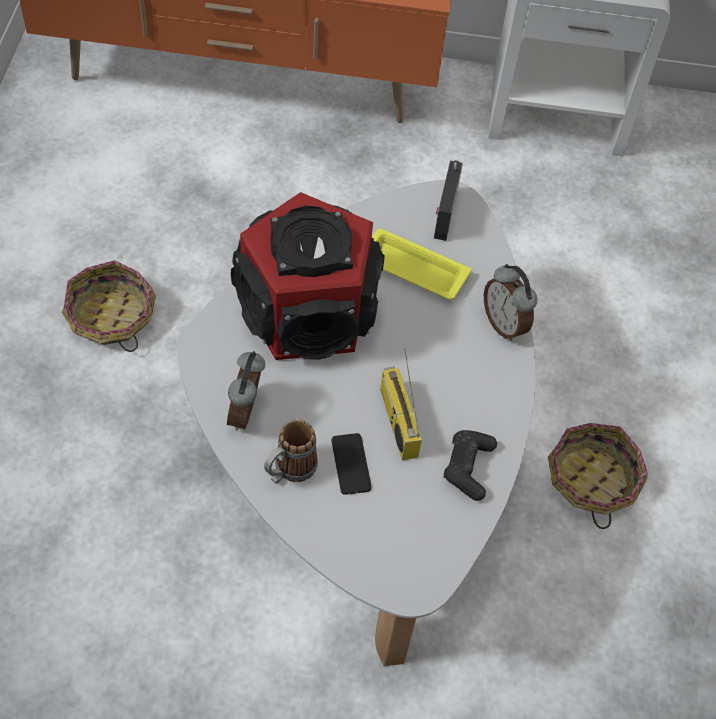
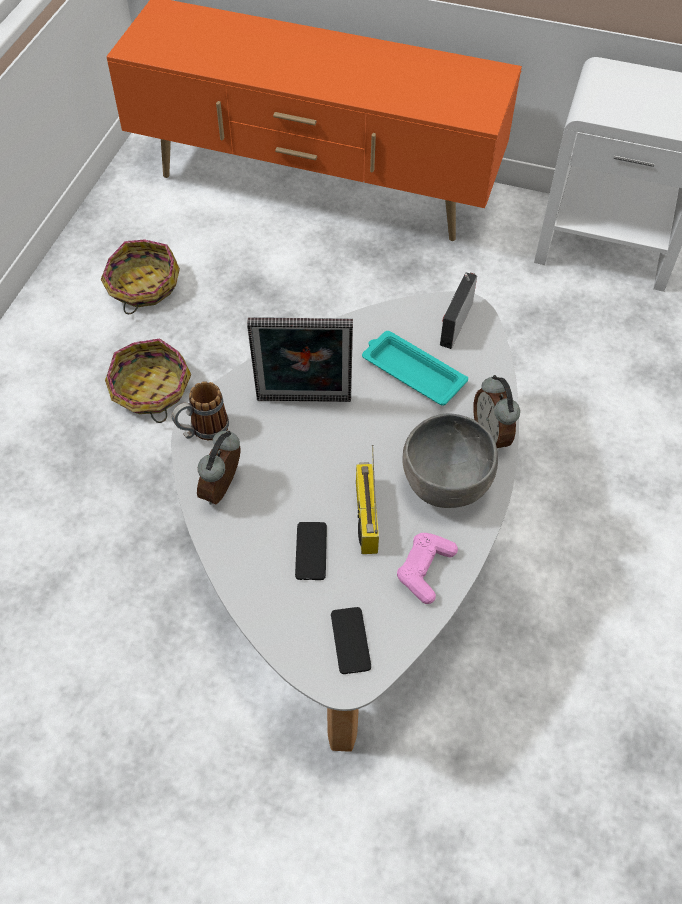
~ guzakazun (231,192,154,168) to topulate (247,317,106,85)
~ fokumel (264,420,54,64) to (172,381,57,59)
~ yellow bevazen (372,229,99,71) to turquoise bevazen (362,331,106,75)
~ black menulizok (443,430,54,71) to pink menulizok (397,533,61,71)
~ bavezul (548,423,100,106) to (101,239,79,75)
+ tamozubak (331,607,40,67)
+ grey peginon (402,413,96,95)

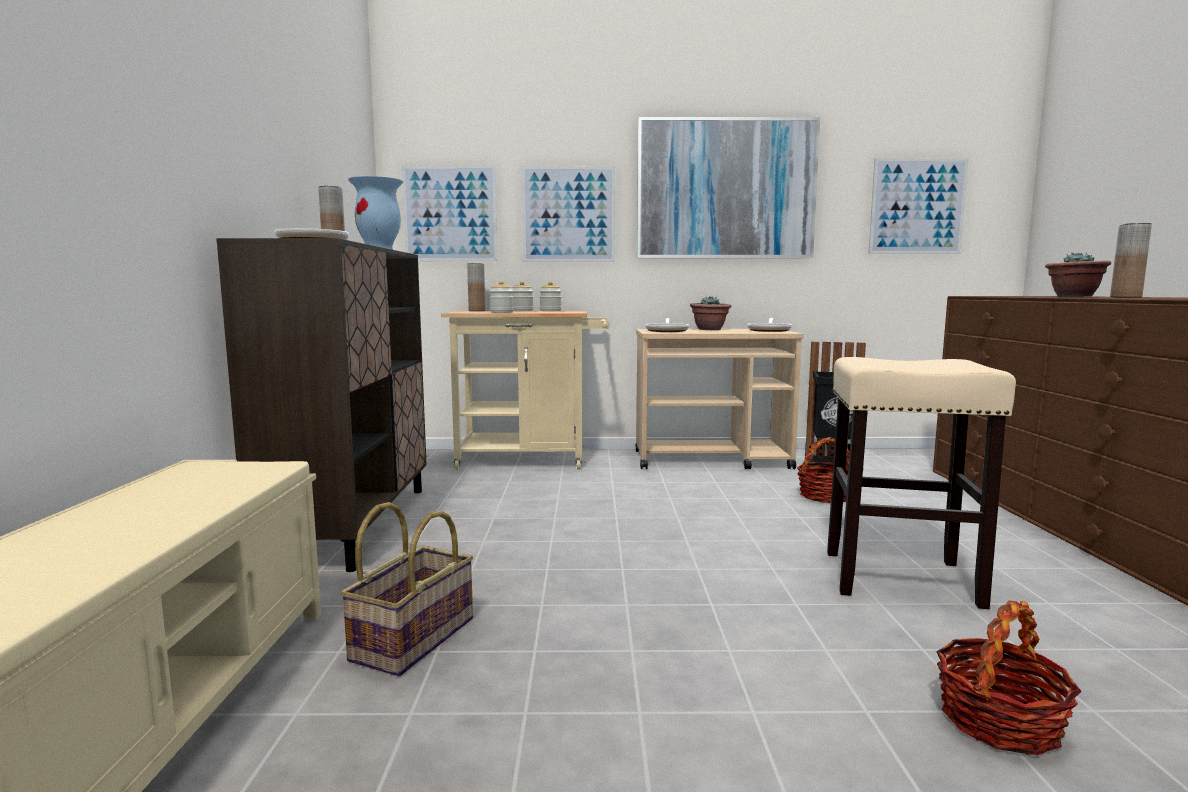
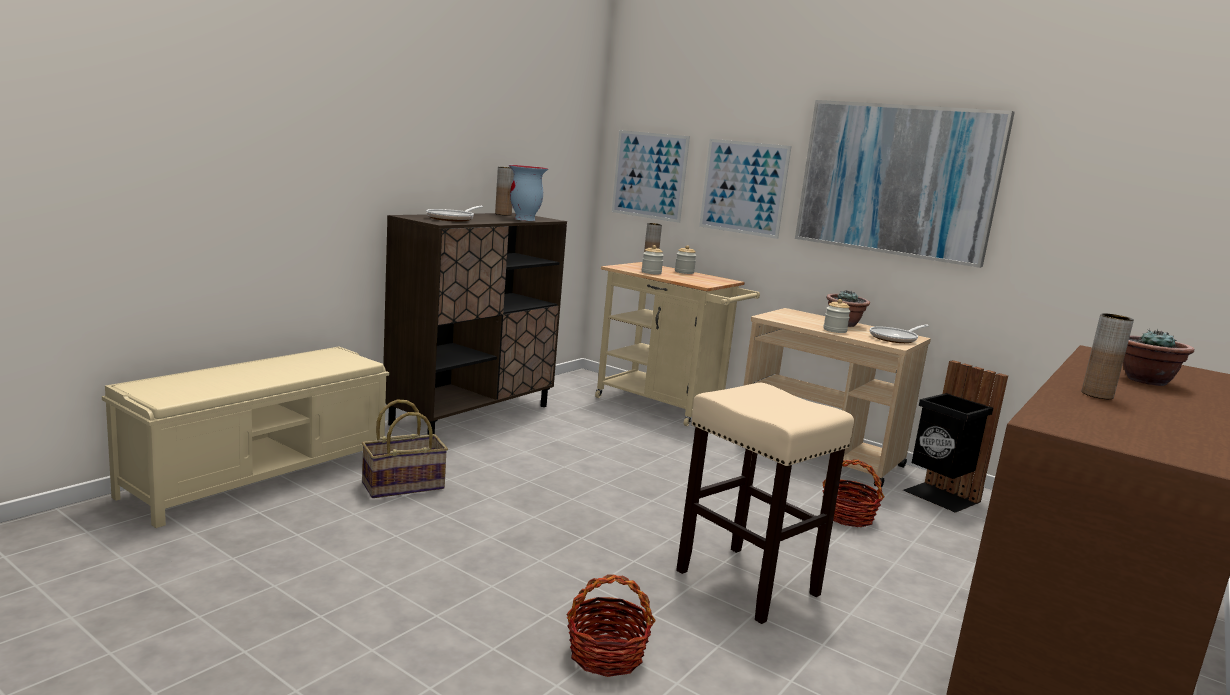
~ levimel (540,281,22,30) to (823,299,28,34)
- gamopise (645,318,44,14)
- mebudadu (868,158,101,96)

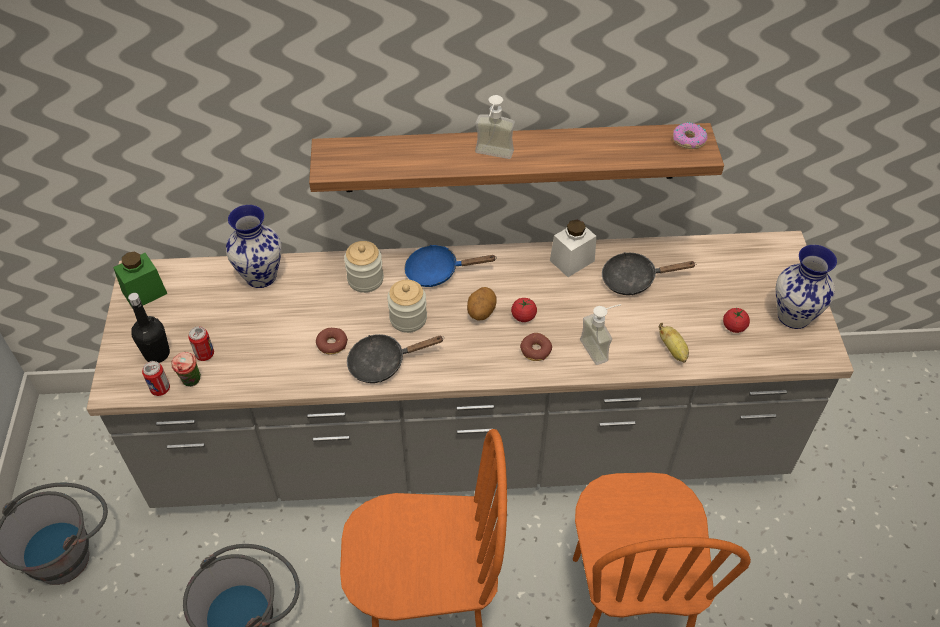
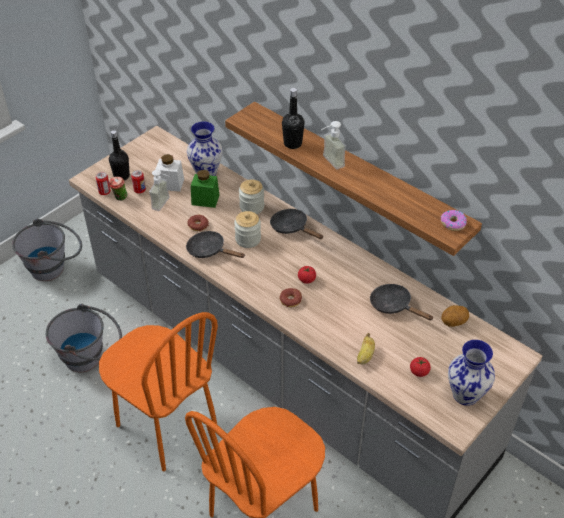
~ green levimel (113,252,54,57) to (191,170,28,38)
~ blue gamopise (404,245,91,42) to black gamopise (270,209,54,30)
~ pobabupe (467,287,30,34) to (441,305,28,22)
~ white levimel (550,220,47,57) to (155,154,29,38)
~ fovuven (580,304,41,61) to (149,170,21,41)
+ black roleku (282,88,23,61)

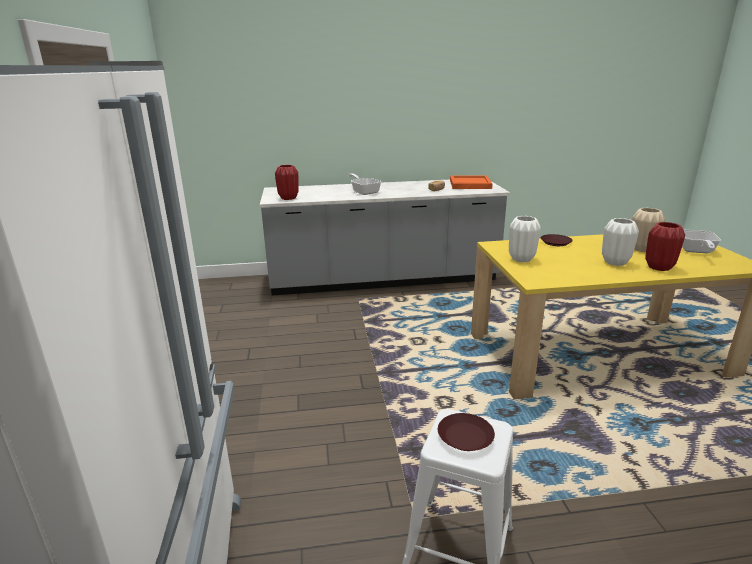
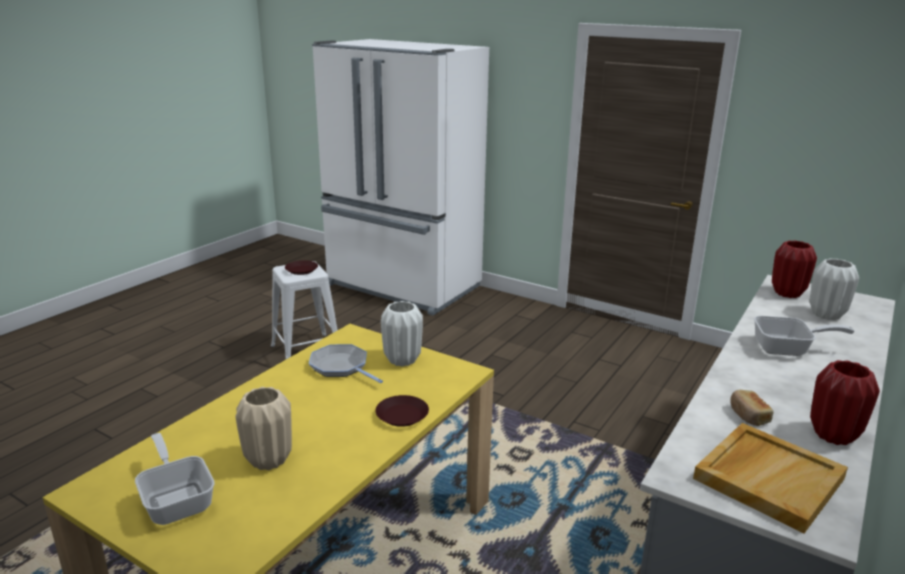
~ orange bevazen (450,176,43,13) to beige bevazen (693,423,155,110)
~ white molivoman (602,218,37,48) to (809,258,50,62)
~ red molivoman (645,222,40,49) to (810,360,70,85)
+ gamopise (309,344,74,39)

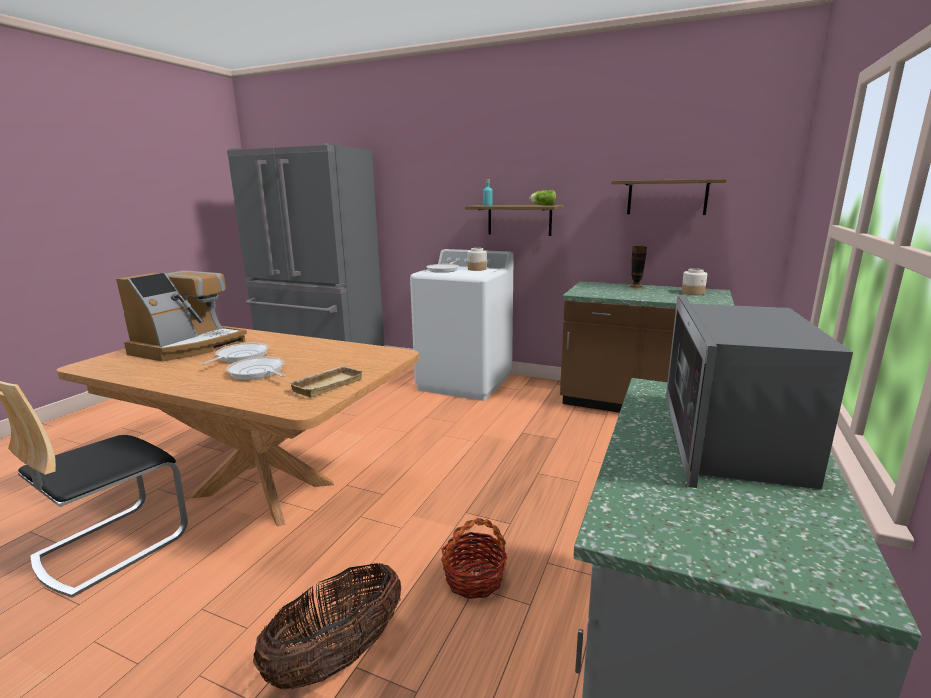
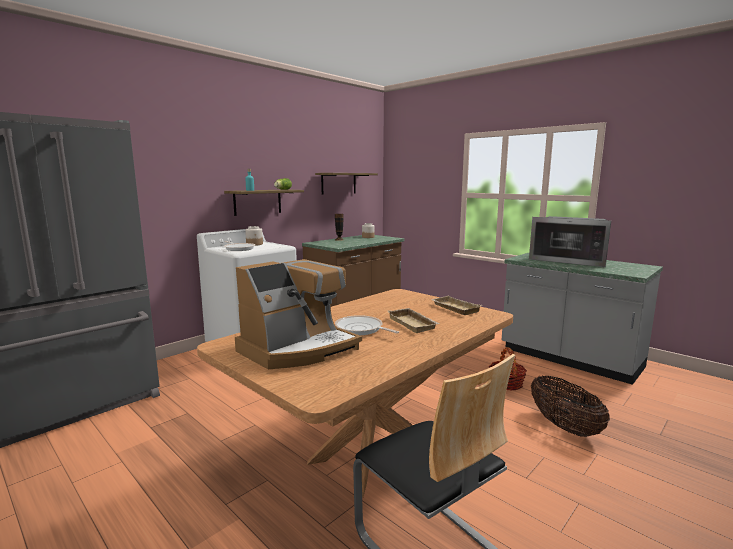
~ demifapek (116,270,131,91) = (235,259,127,110) 90 degrees clockwise
~ gamopise (226,357,60,23) to beige bevazen (388,308,51,25)

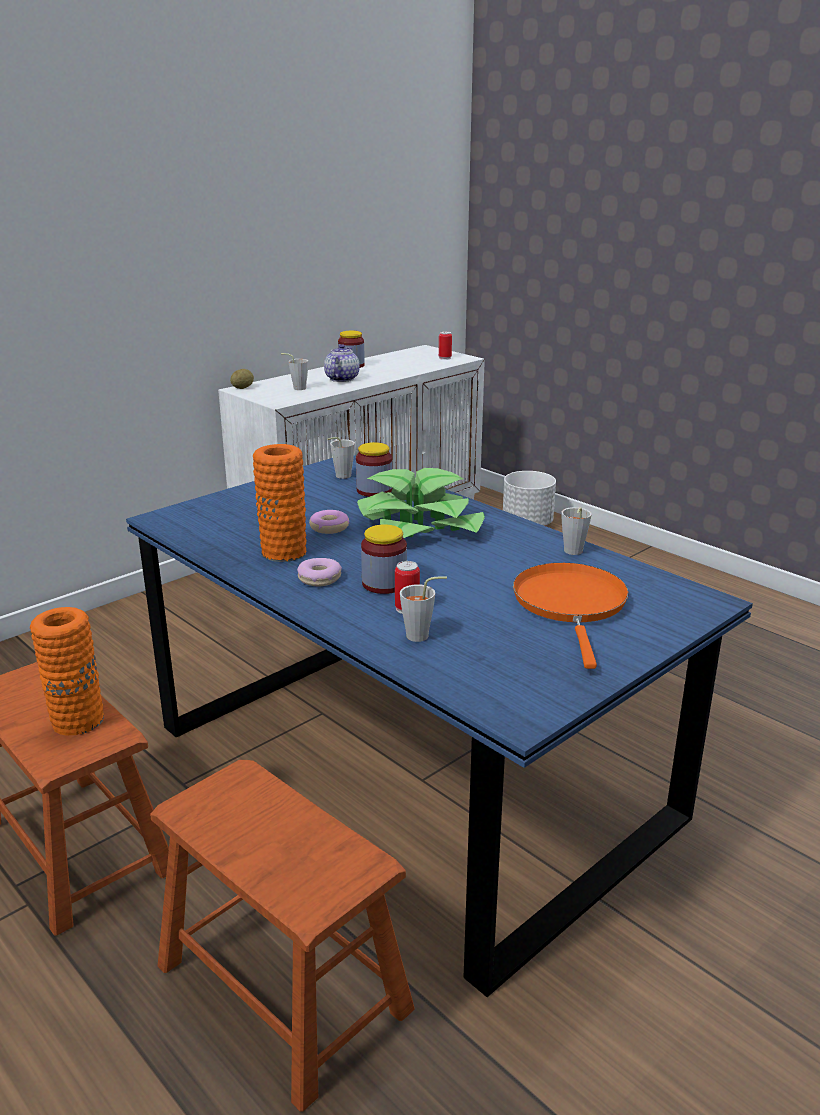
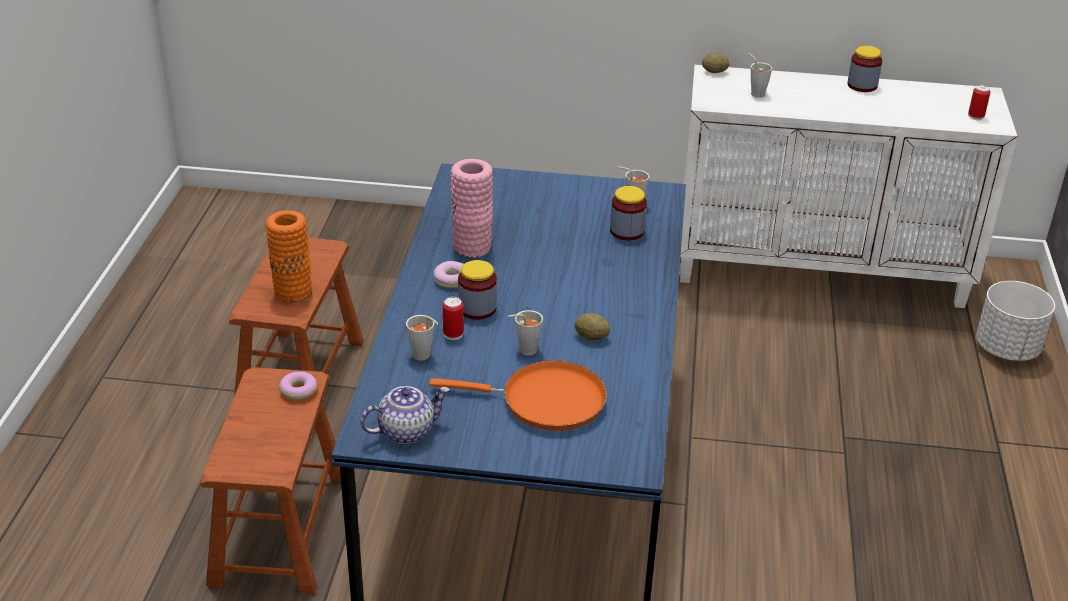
~ orange molivoman (253,444,53,118) to pink molivoman (451,159,42,99)
~ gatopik (309,510,40,24) to (279,372,38,28)
~ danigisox (324,344,36,38) to (360,386,90,58)
- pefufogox (357,468,128,70)
~ orange gamopise (513,563,116,106) = (429,360,178,71) 45 degrees clockwise
~ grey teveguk (561,507,31,48) to (508,310,35,46)
+ pobabupe (574,313,36,27)

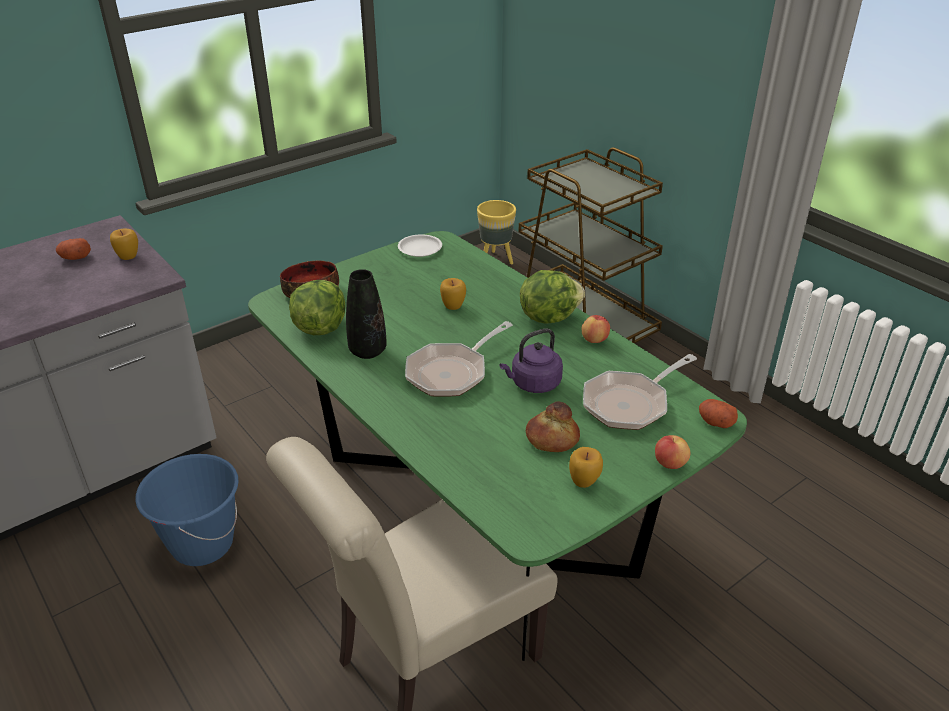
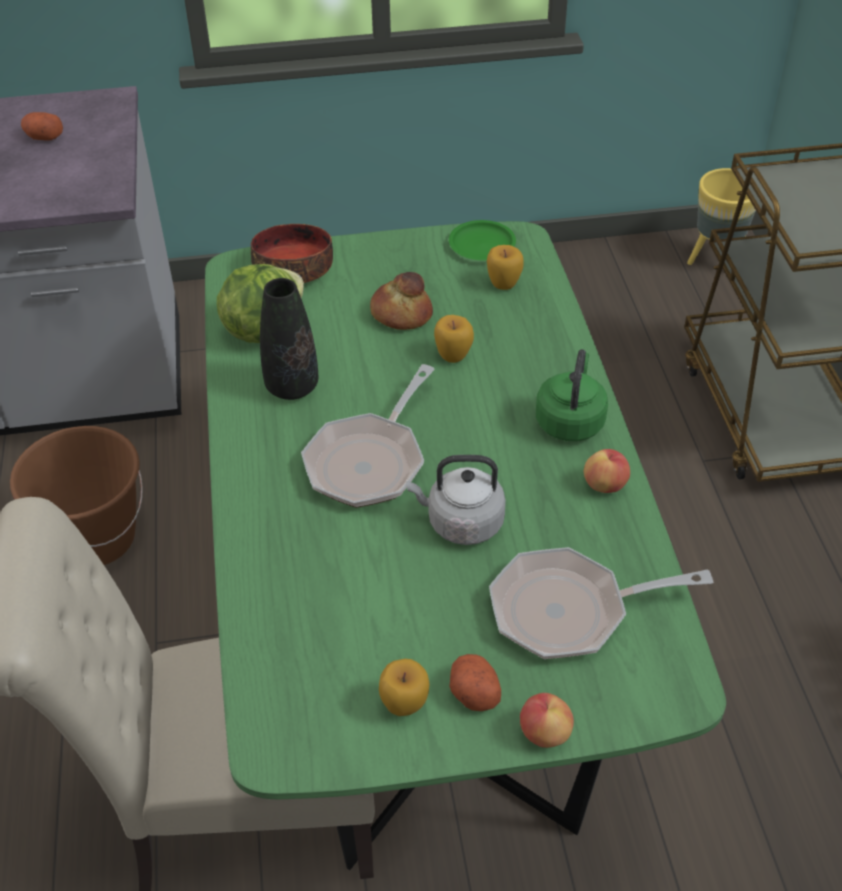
~ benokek (110,229,28,31) to (487,245,37,45)
~ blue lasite (135,454,104,112) to brown lasite (10,426,133,139)
~ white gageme (398,234,44,23) to green gageme (449,220,67,40)
~ gamopise (405,321,108,76) = (301,364,134,144) 45 degrees counterclockwise
~ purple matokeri (499,328,64,65) to grey matokeri (407,455,99,90)
~ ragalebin (520,270,65,53) to green matokeri (536,349,72,92)
~ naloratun (526,402,54,50) to (370,272,63,58)
~ pobabupe (699,399,39,29) to (449,654,52,57)

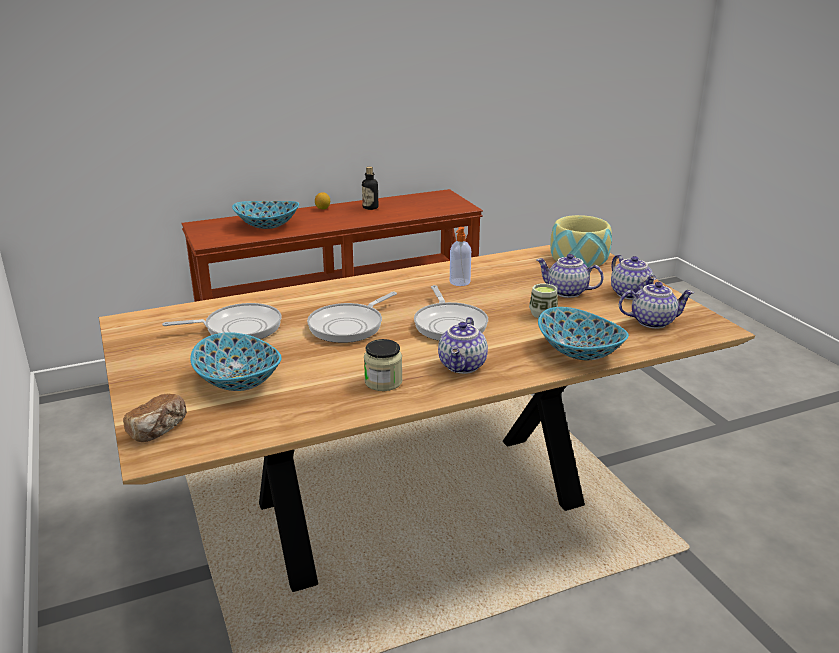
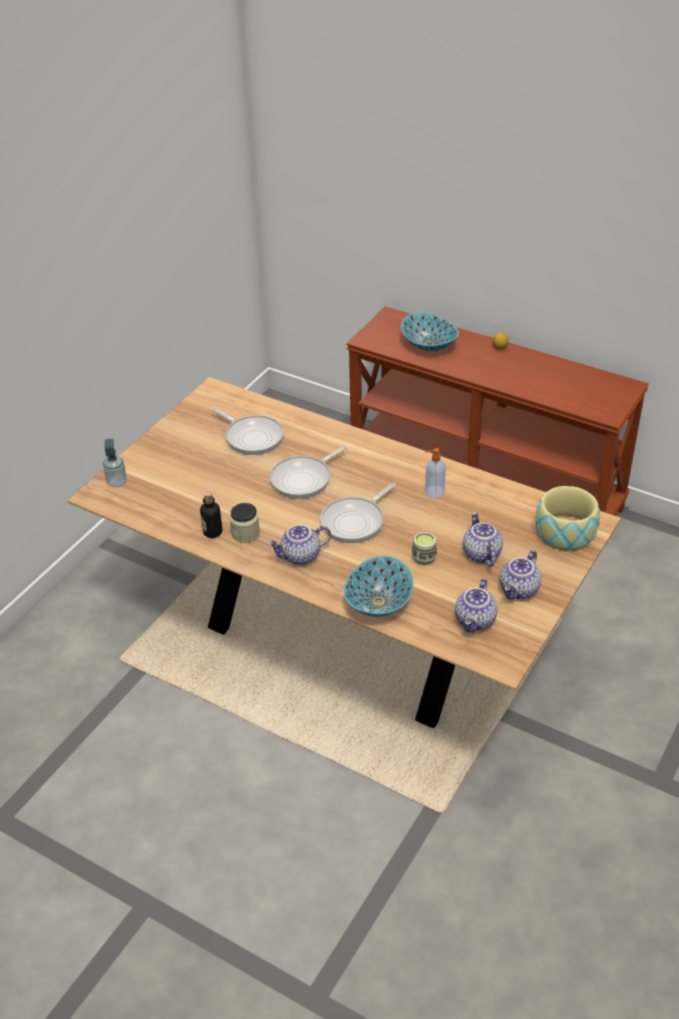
~ naloratun (123,394,64,48) to fovuven (103,439,24,48)
- peginon (190,332,92,59)
~ gamopise (307,292,90,51) = (270,445,78,54) 45 degrees counterclockwise
~ roleku (362,167,16,43) to (200,491,22,47)
~ danigisox (619,282,75,47) = (455,578,42,54) 60 degrees clockwise

